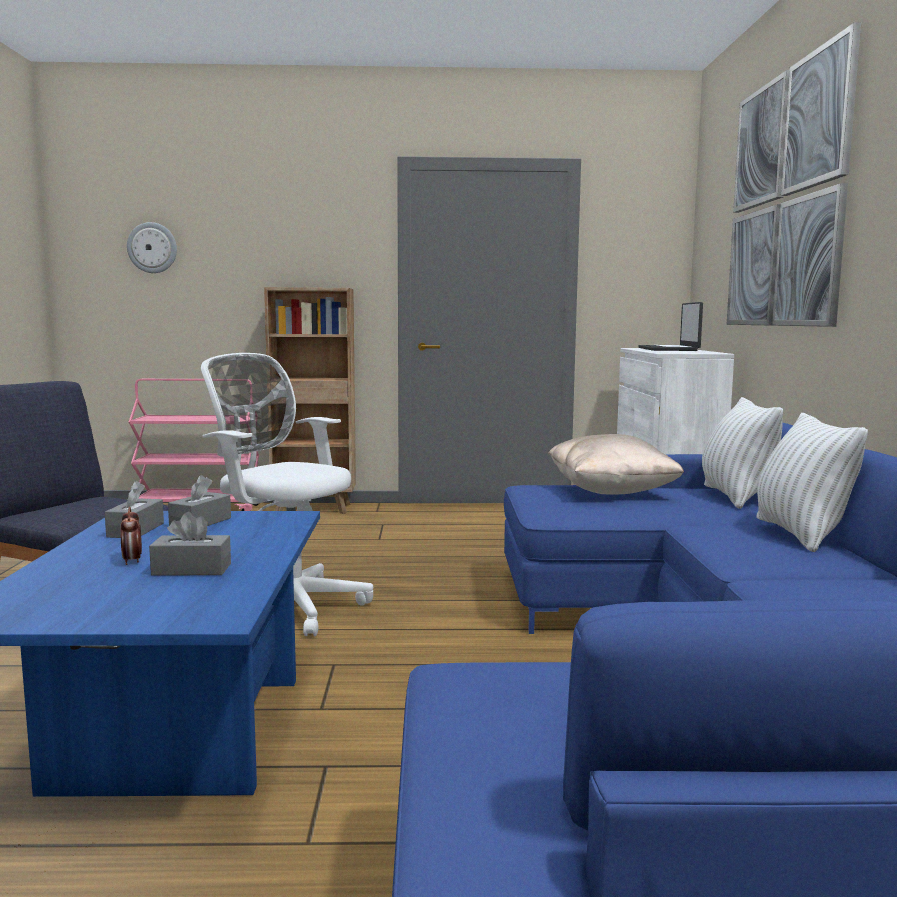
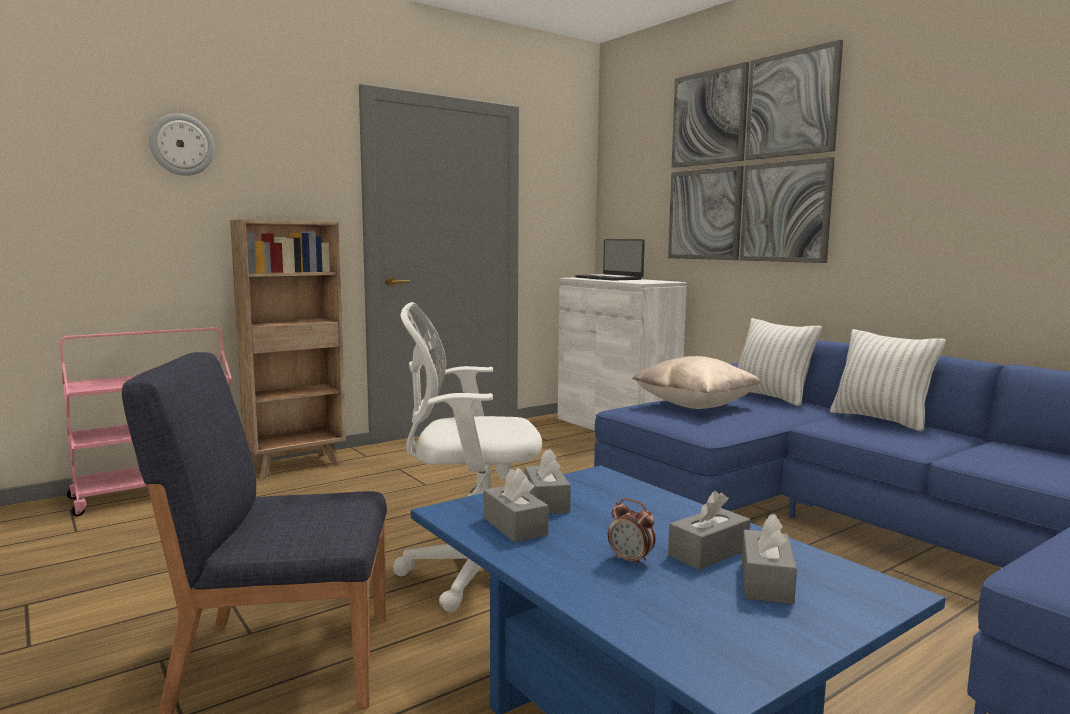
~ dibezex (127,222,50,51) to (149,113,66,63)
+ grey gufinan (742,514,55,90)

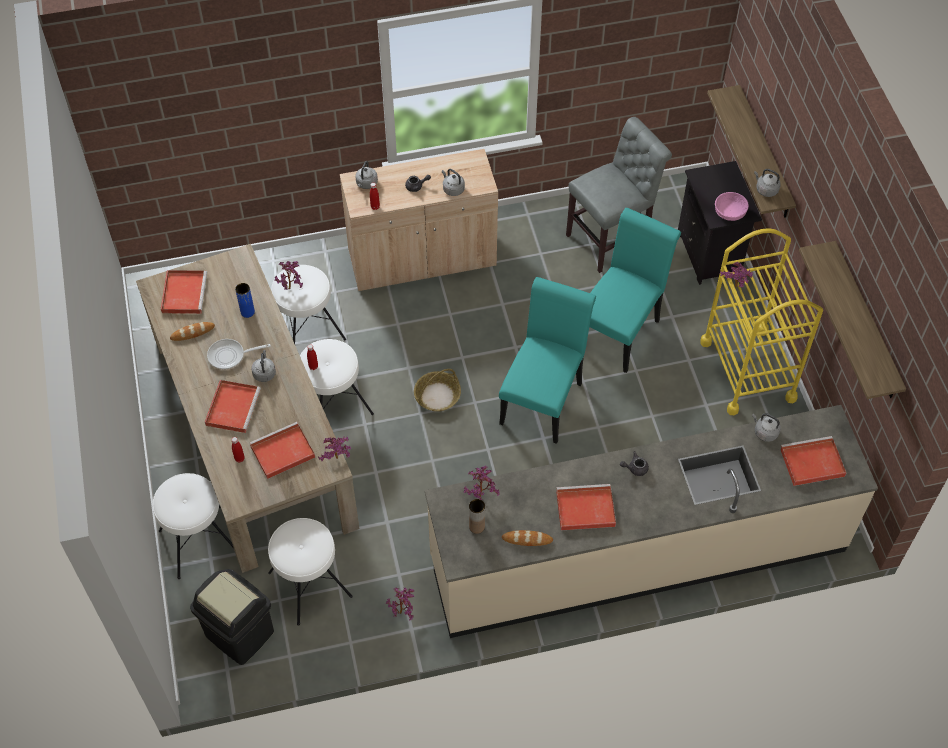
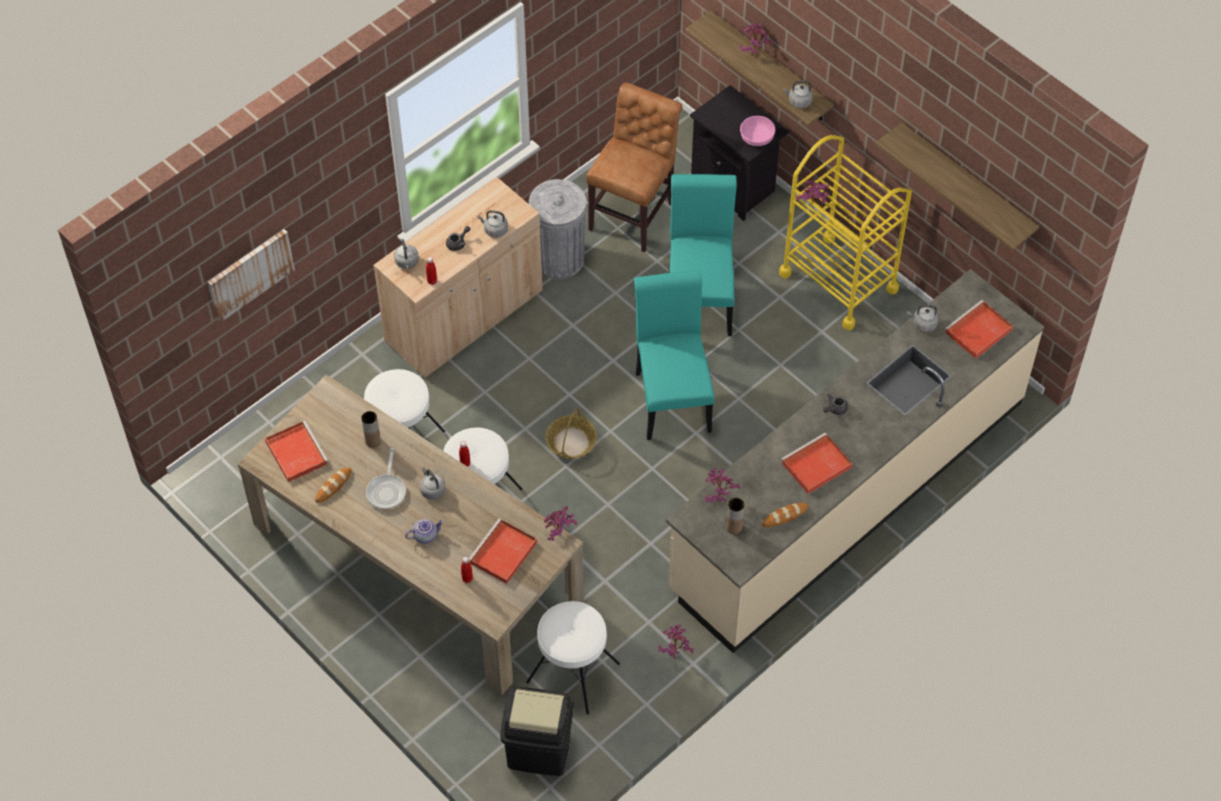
- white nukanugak (152,473,82,106)
~ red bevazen (205,380,56,53) to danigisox (405,519,39,25)
~ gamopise (207,339,64,31) = (366,447,40,62) 45 degrees counterclockwise
~ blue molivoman (235,283,20,35) to brown molivoman (361,411,20,36)
~ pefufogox (274,261,29,29) to (740,23,33,33)
~ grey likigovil (566,117,106,156) to brown likigovil (586,83,97,169)
+ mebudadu (208,229,87,94)
+ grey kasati (529,179,57,100)

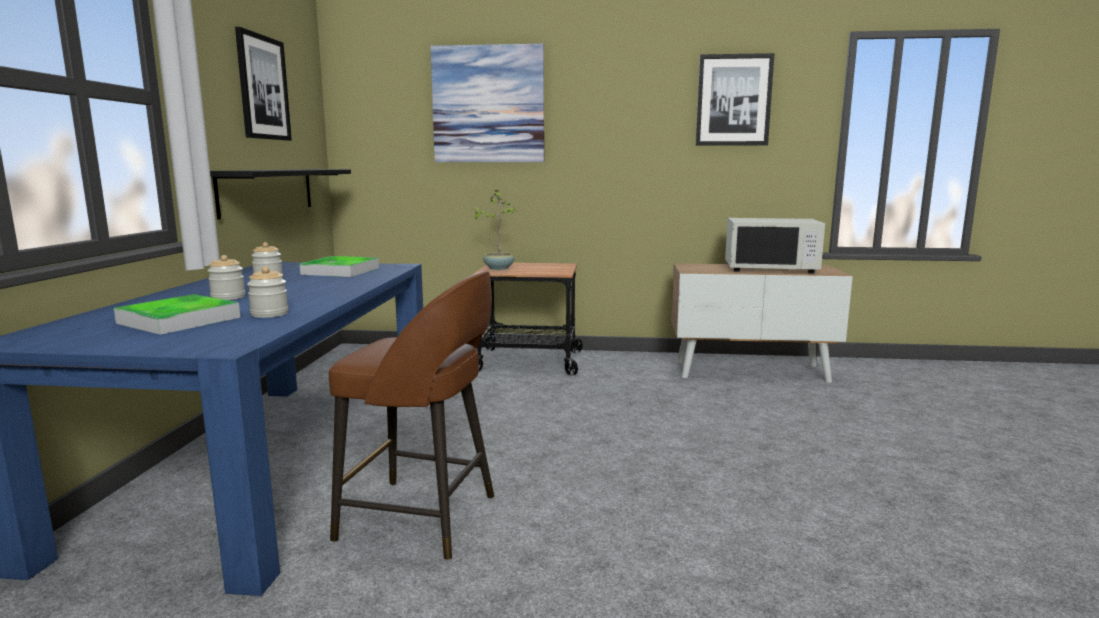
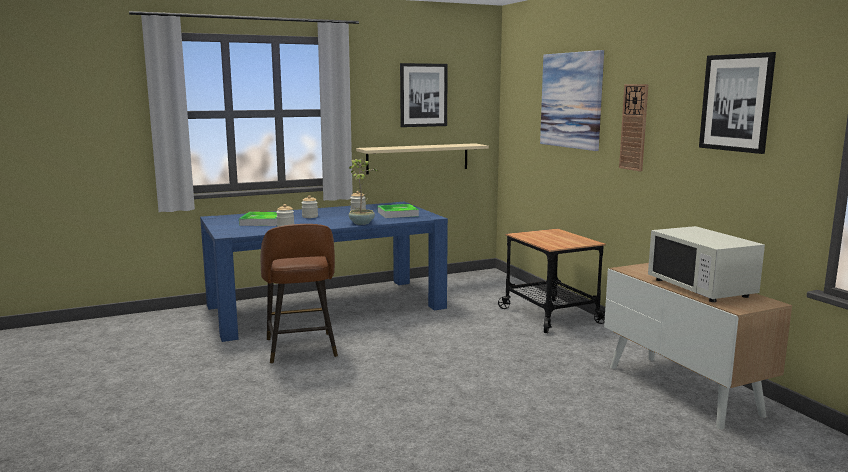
~ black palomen (210,169,141,51) to beige palomen (356,143,133,32)
~ pefufogox (471,190,44,80) to (349,158,29,67)
+ dibezex (619,84,30,87)

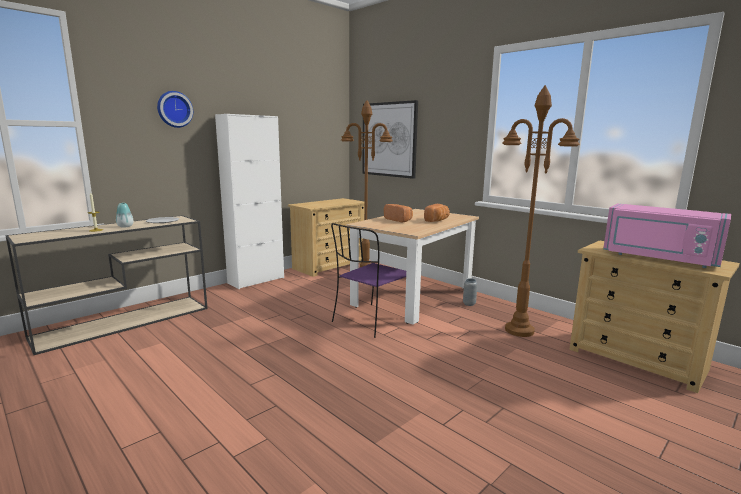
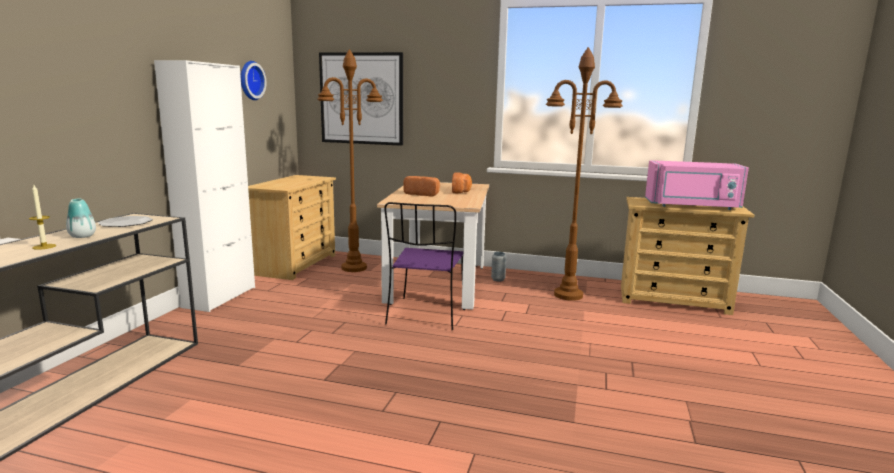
~ dibezex (157,91,36,37) to (240,61,26,39)

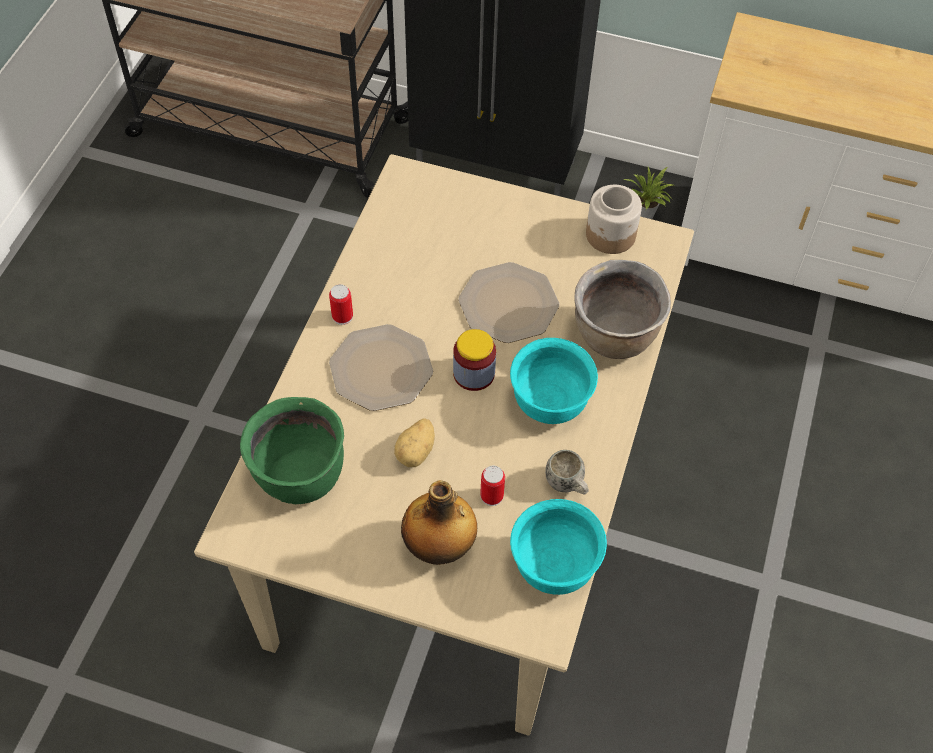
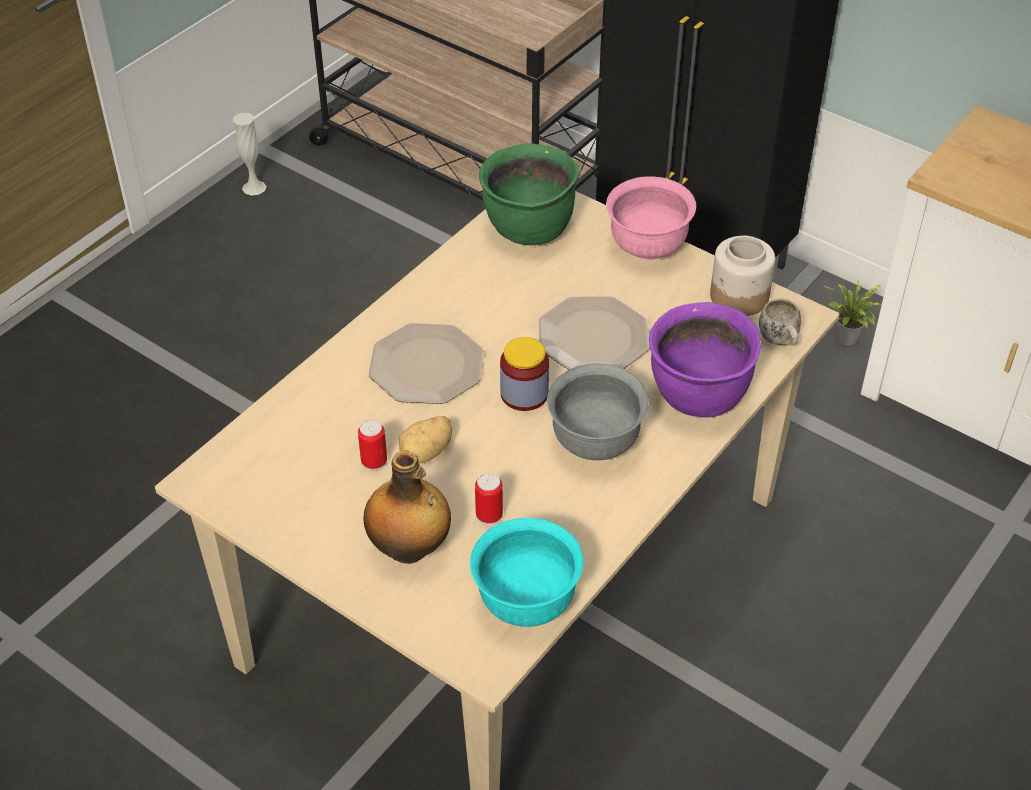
~ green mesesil (240,397,104,107) to (479,143,100,102)
~ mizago (329,284,24,41) to (358,419,29,52)
~ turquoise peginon (510,338,88,86) to grey peginon (547,363,102,97)
~ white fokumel (545,450,44,44) to (759,299,42,47)
~ brown mesesil (575,260,96,99) to purple mesesil (649,302,112,115)
+ white molivoman (233,113,34,83)
+ pink peginon (606,176,90,84)

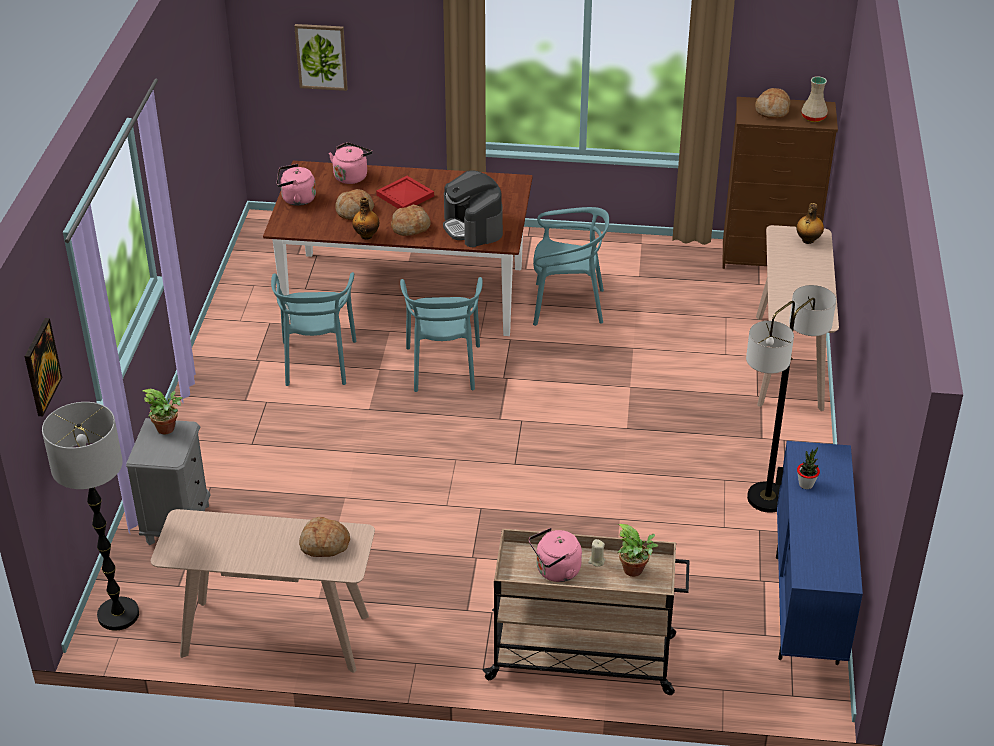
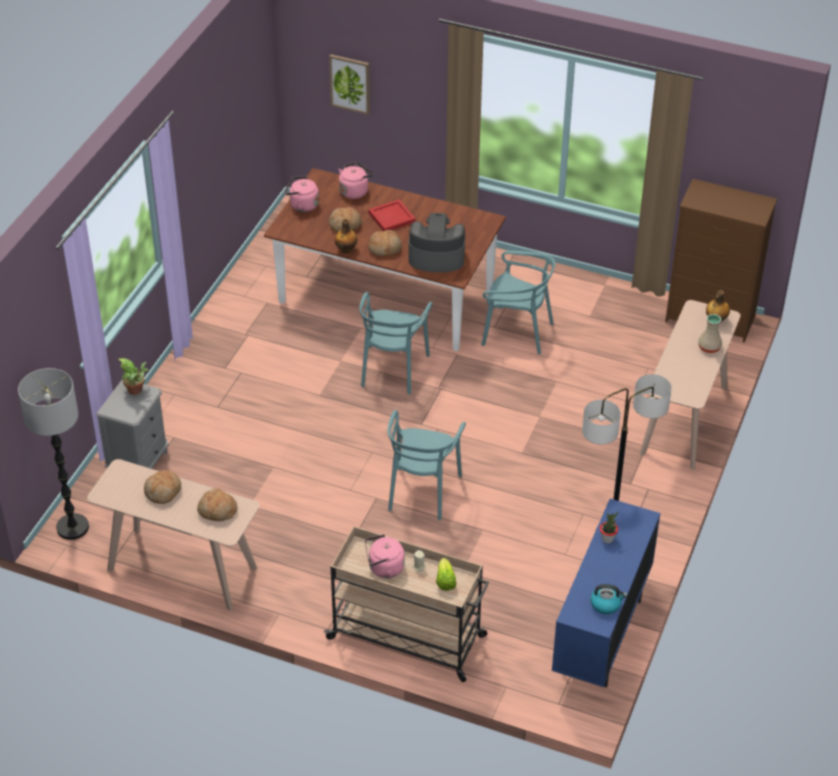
- mebudadu (24,318,38,98)
~ turquoise likigovil (271,272,85,114) to (388,410,78,110)
~ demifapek (443,170,60,77) = (409,213,56,60) 105 degrees clockwise
~ pefufogox (617,524,41,53) to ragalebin (436,558,20,33)
~ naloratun (755,88,36,31) to (144,470,37,34)
~ beige molivoman (801,76,27,46) to (698,314,24,39)
+ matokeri (590,584,37,30)

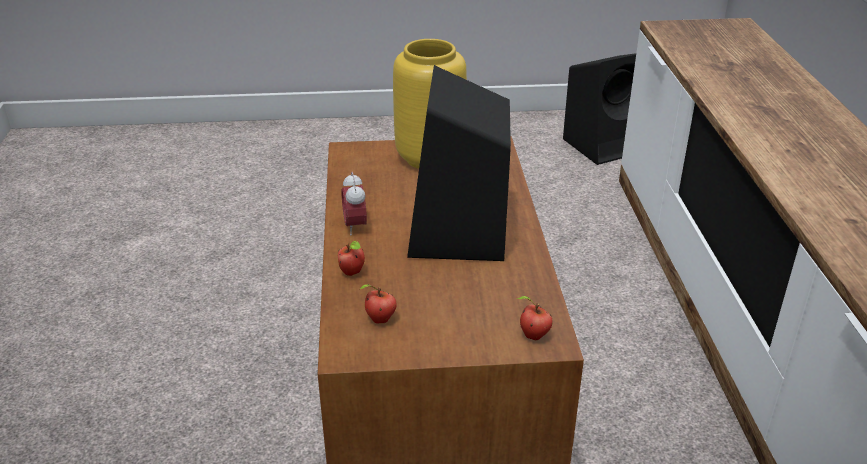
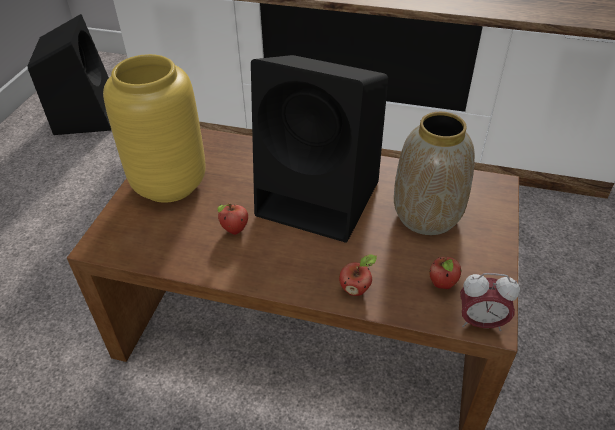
~ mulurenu (341,172,26,63) to (460,273,60,58)
~ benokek (517,296,36,44) to (218,203,30,32)
+ molivoman (394,112,81,123)

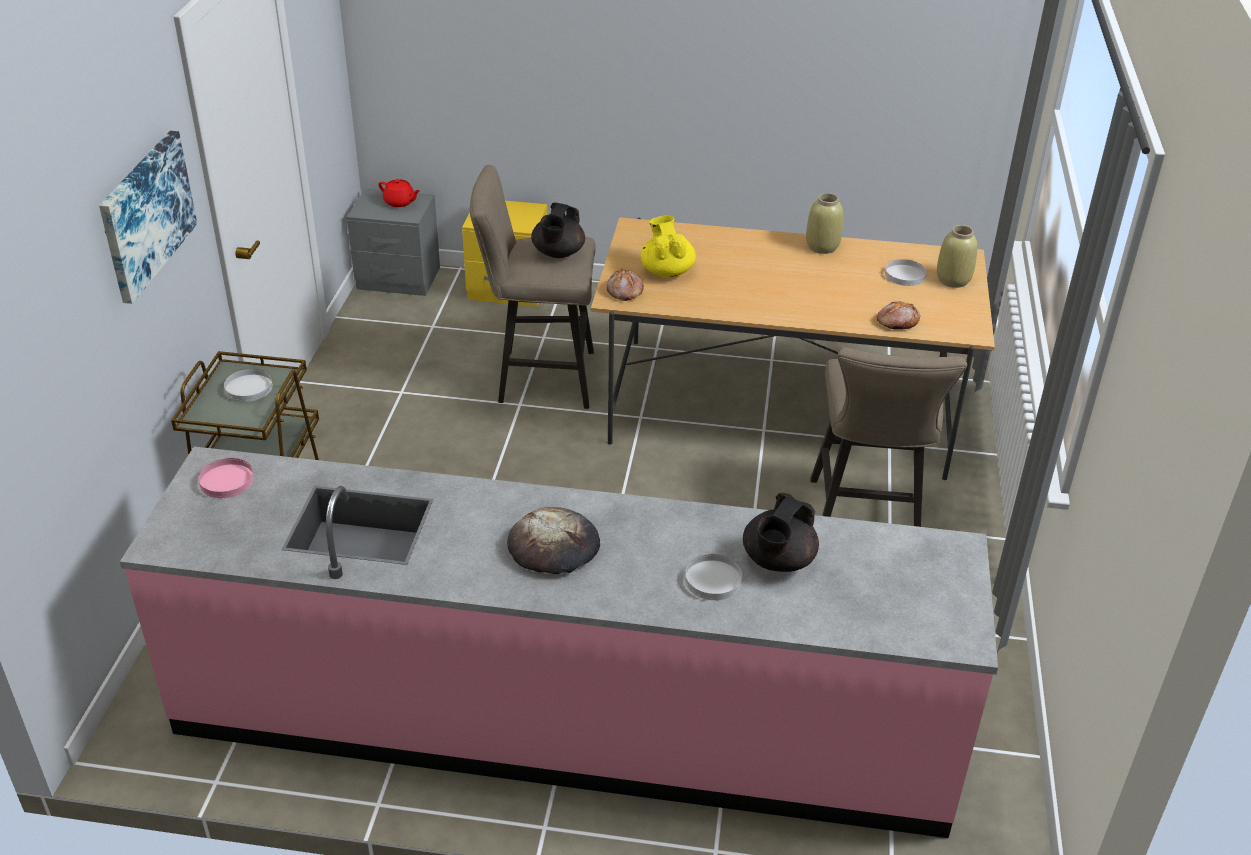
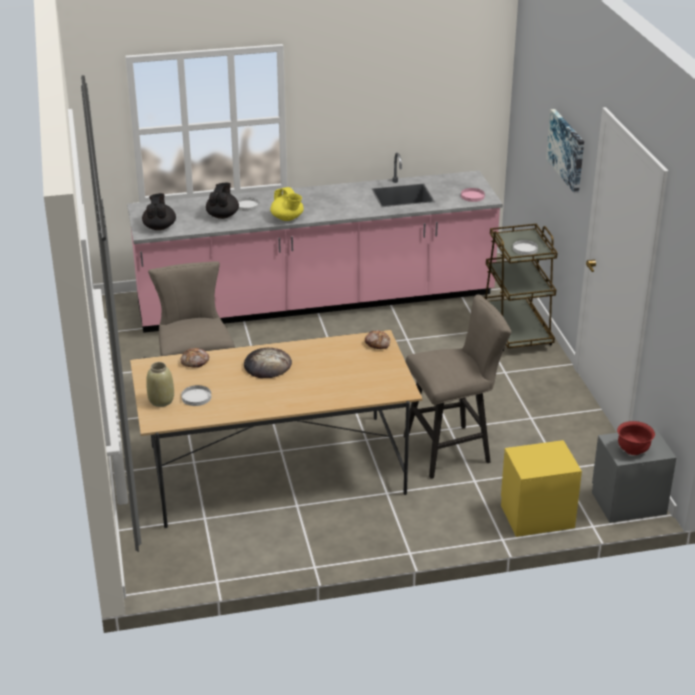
~ red danigisox (378,179,42,28) to red peginon (617,421,38,34)
~ naloratun (507,507,93,67) to (244,348,48,30)
~ black danigisox (531,202,54,56) to (142,193,34,37)
~ yellow danigisox (641,216,55,62) to (270,187,34,34)
- beige molivoman (806,193,37,61)

